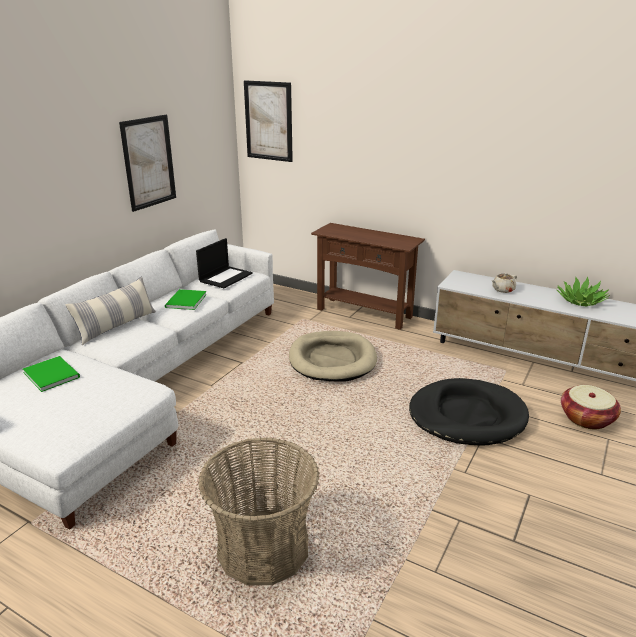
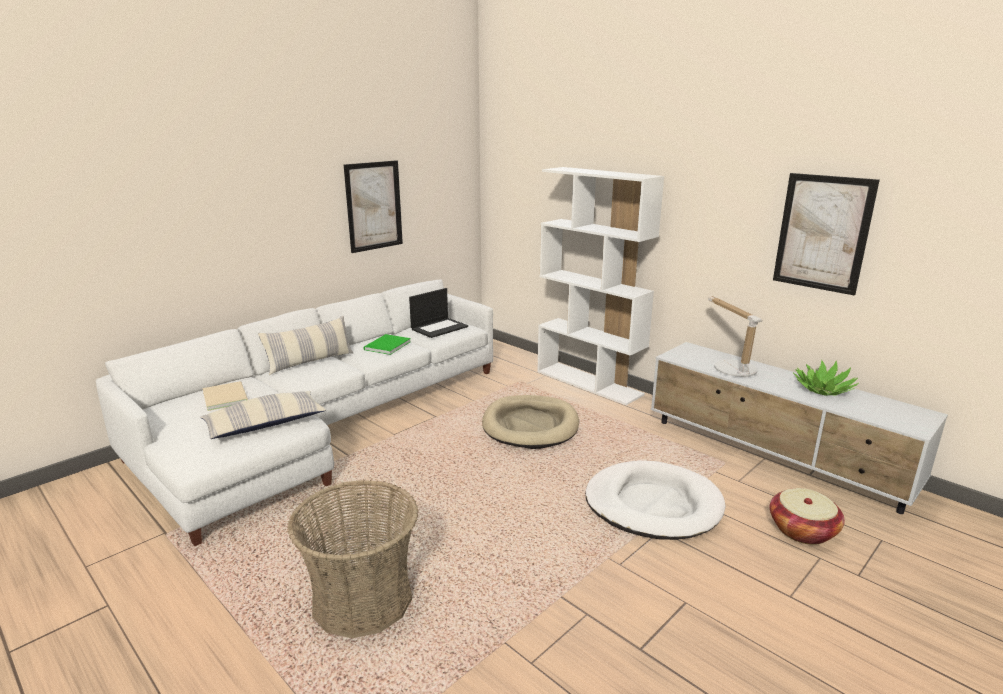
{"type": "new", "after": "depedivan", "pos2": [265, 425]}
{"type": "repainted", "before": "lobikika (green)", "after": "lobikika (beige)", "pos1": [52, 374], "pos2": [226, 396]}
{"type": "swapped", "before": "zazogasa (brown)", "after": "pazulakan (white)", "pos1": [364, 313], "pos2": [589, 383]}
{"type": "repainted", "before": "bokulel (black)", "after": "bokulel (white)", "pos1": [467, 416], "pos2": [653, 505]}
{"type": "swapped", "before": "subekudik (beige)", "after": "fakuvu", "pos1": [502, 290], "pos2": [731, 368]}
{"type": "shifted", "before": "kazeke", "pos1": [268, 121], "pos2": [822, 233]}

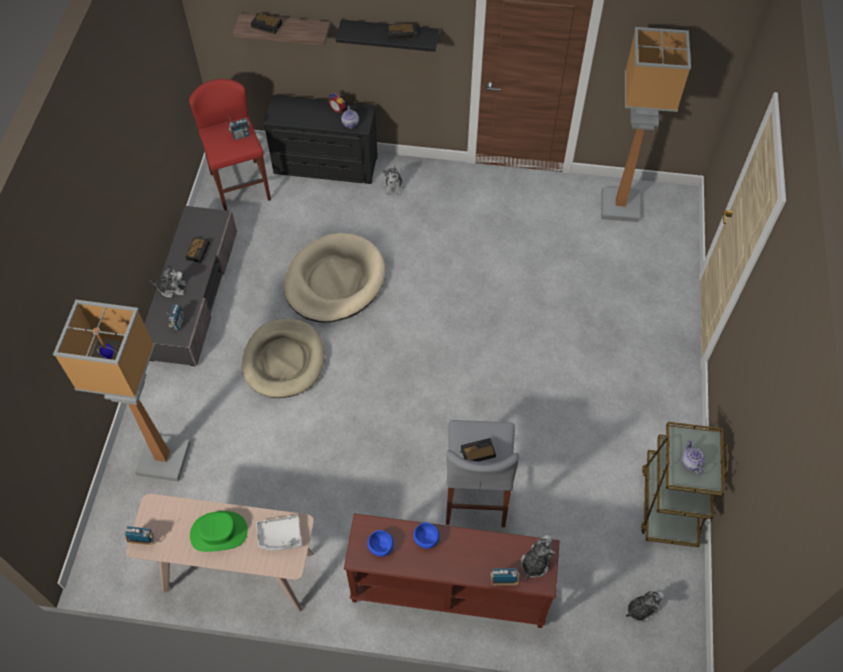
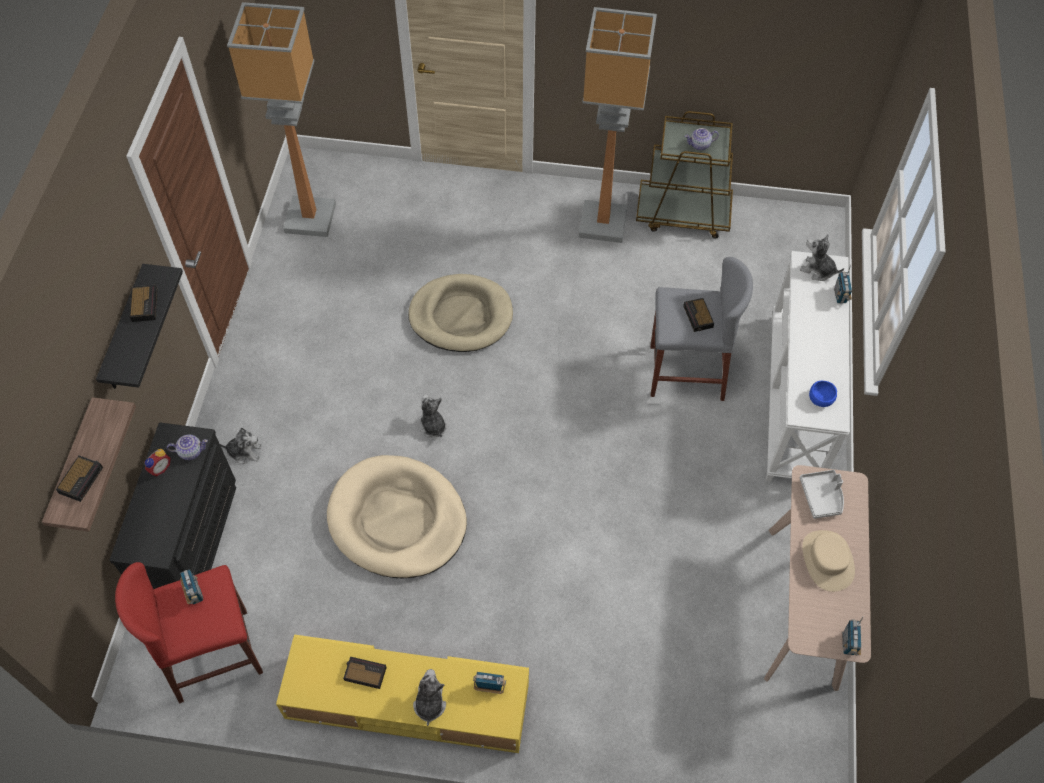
{"type": "repainted", "before": "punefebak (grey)", "after": "punefebak (yellow)", "pos1": [194, 294], "pos2": [408, 701]}
{"type": "shifted", "before": "bokulel (beige)", "pos1": [284, 360], "pos2": [461, 316]}
{"type": "shifted", "before": "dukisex", "pos1": [640, 609], "pos2": [432, 426]}
{"type": "shifted", "before": "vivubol", "pos1": [162, 459], "pos2": [603, 224]}
{"type": "repainted", "before": "zazogasa (brown)", "after": "zazogasa (white)", "pos1": [448, 591], "pos2": [796, 399]}
{"type": "repainted", "before": "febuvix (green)", "after": "febuvix (beige)", "pos1": [219, 532], "pos2": [827, 560]}
{"type": "gone", "before": "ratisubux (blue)", "pos1": [426, 539]}

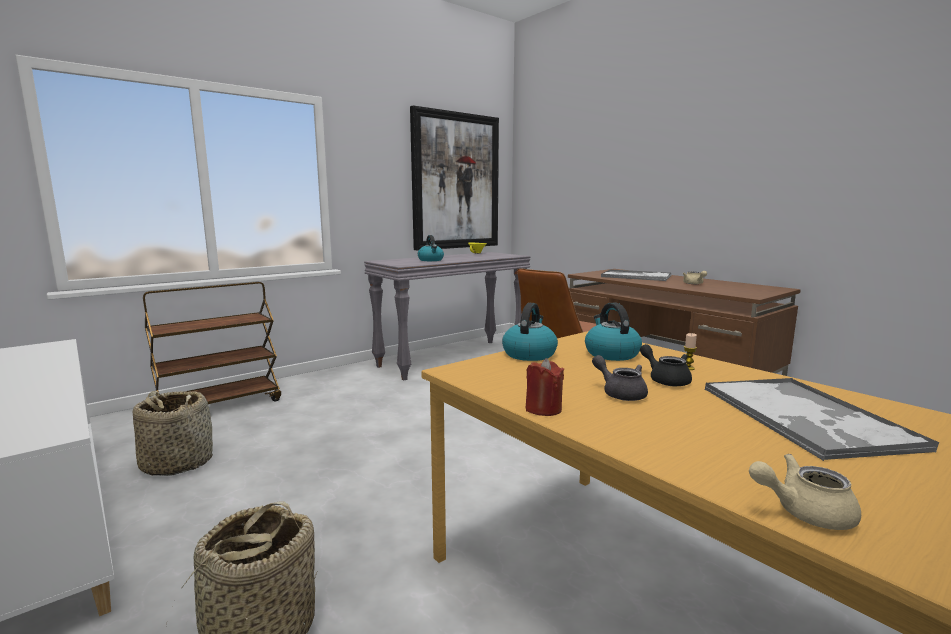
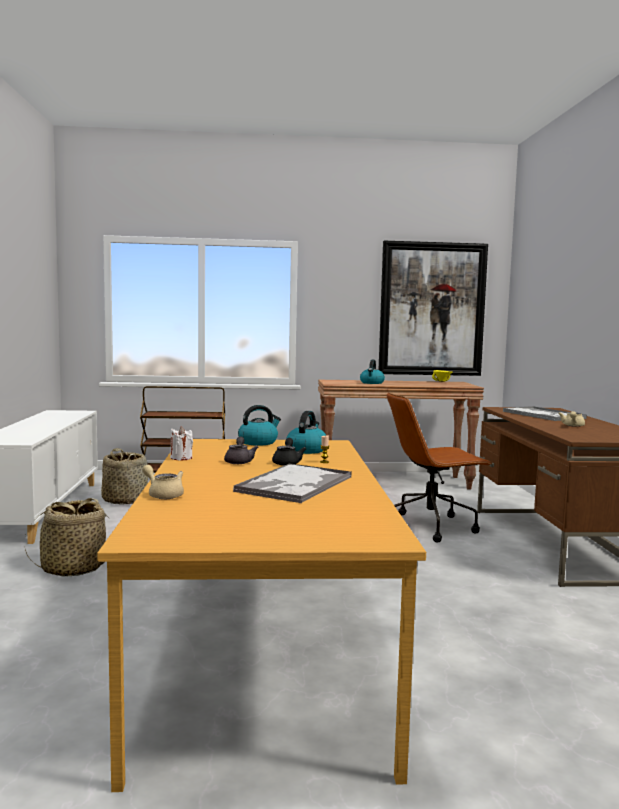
{"type": "repainted", "before": "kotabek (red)", "after": "kotabek (white)", "pos1": [543, 409], "pos2": [181, 458]}
{"type": "repainted", "before": "zazogasa (grey)", "after": "zazogasa (brown)", "pos1": [452, 358], "pos2": [394, 482]}

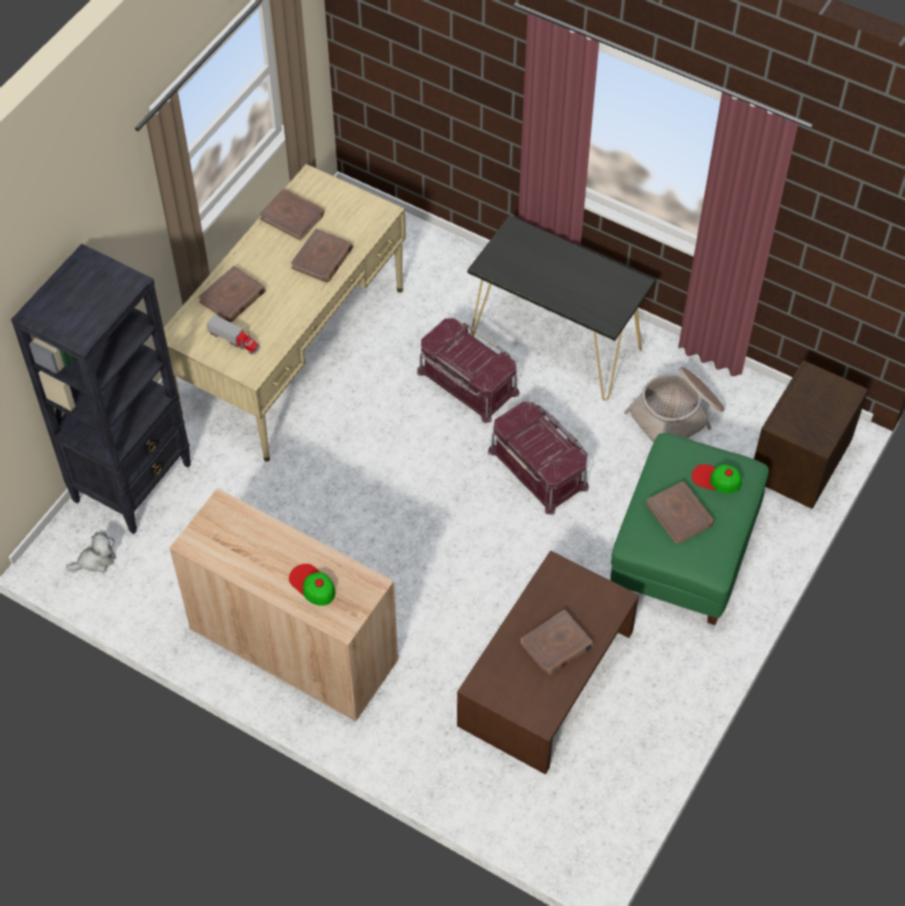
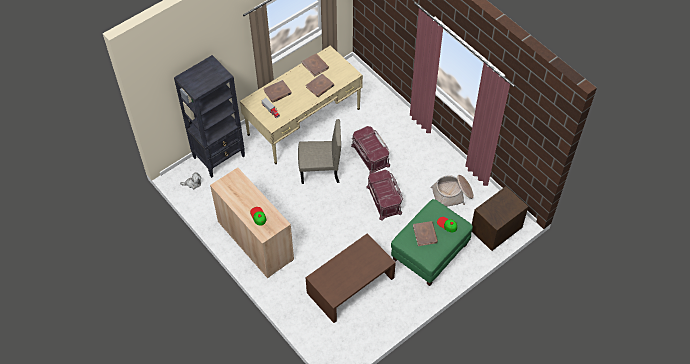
{"type": "new", "after": "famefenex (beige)", "pos2": [320, 171]}
{"type": "gone", "before": "zazogasa (black)", "pos1": [556, 343]}
{"type": "gone", "before": "lobikika (brown)", "pos1": [556, 645]}

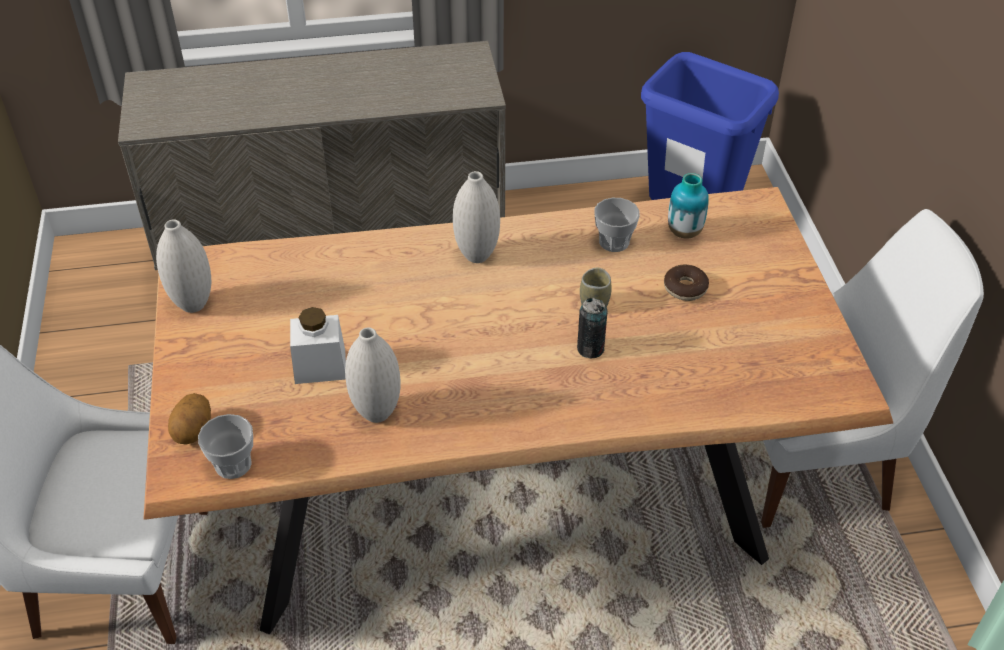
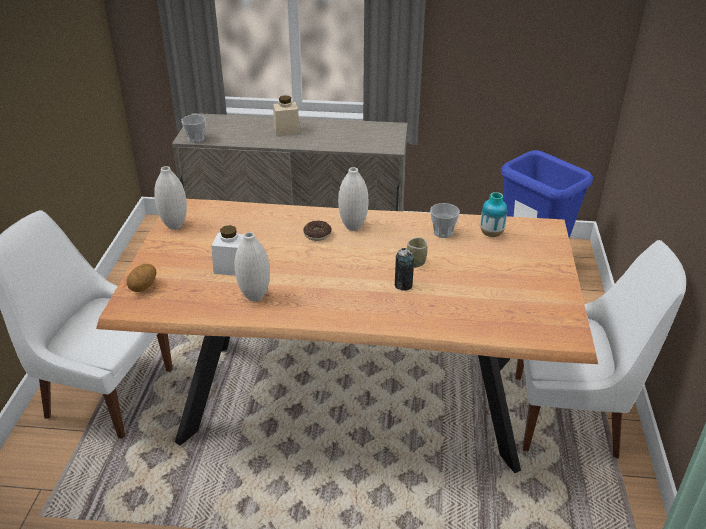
{"type": "shifted", "before": "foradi", "pos1": [233, 464], "pos2": [196, 139]}
{"type": "new", "after": "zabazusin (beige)", "pos2": [286, 129]}
{"type": "shifted", "before": "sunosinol", "pos1": [685, 288], "pos2": [317, 234]}

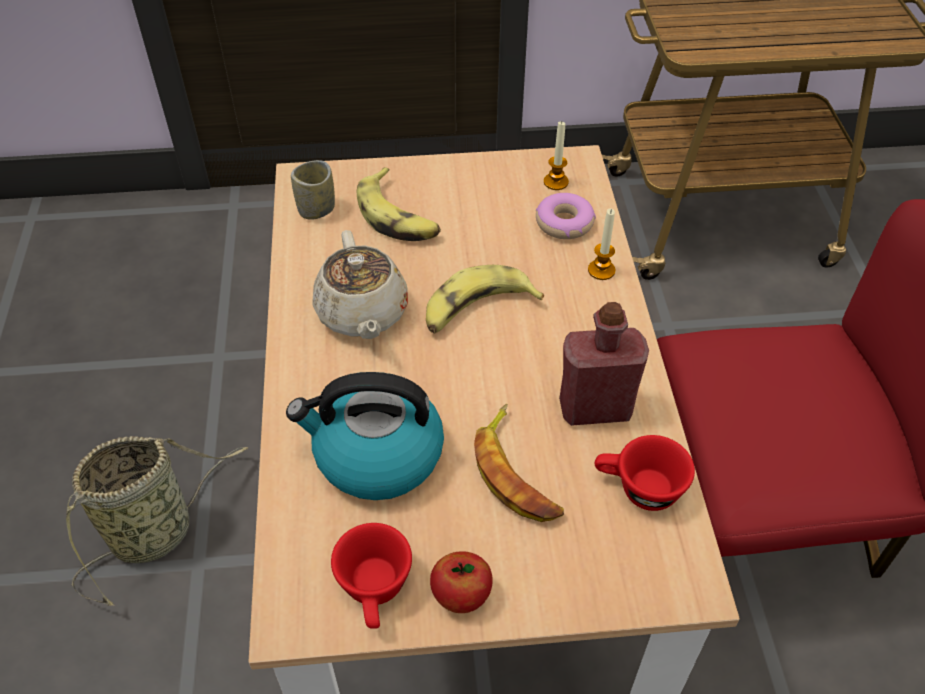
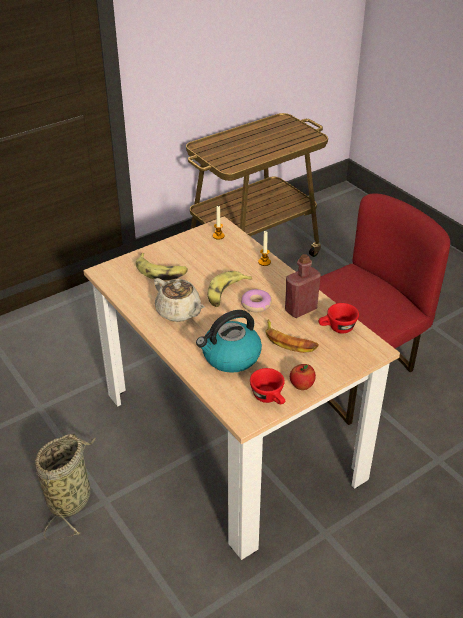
{"type": "shifted", "before": "sunosinol", "pos1": [564, 223], "pos2": [256, 304]}
{"type": "gone", "before": "foradi", "pos1": [316, 209]}

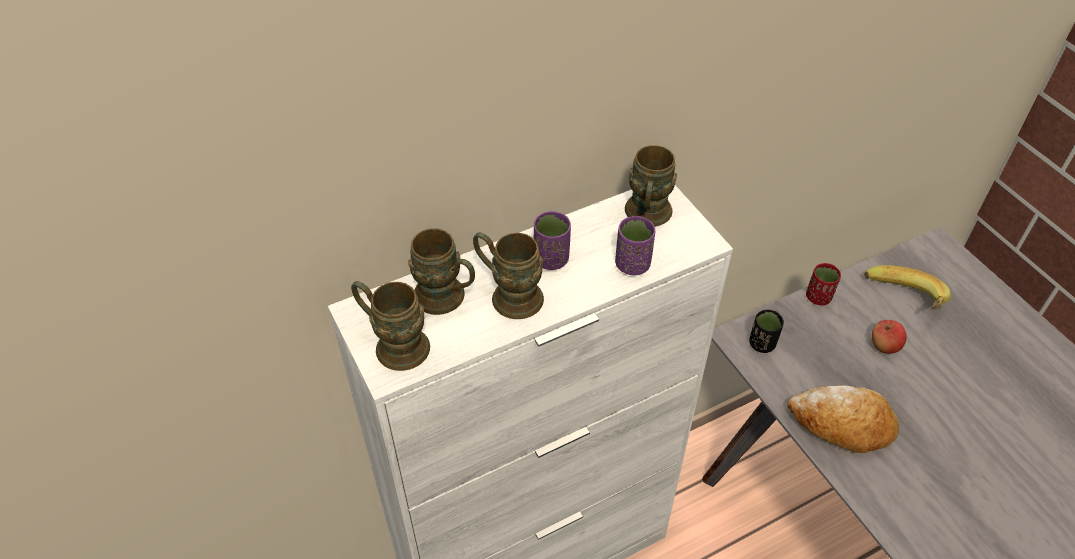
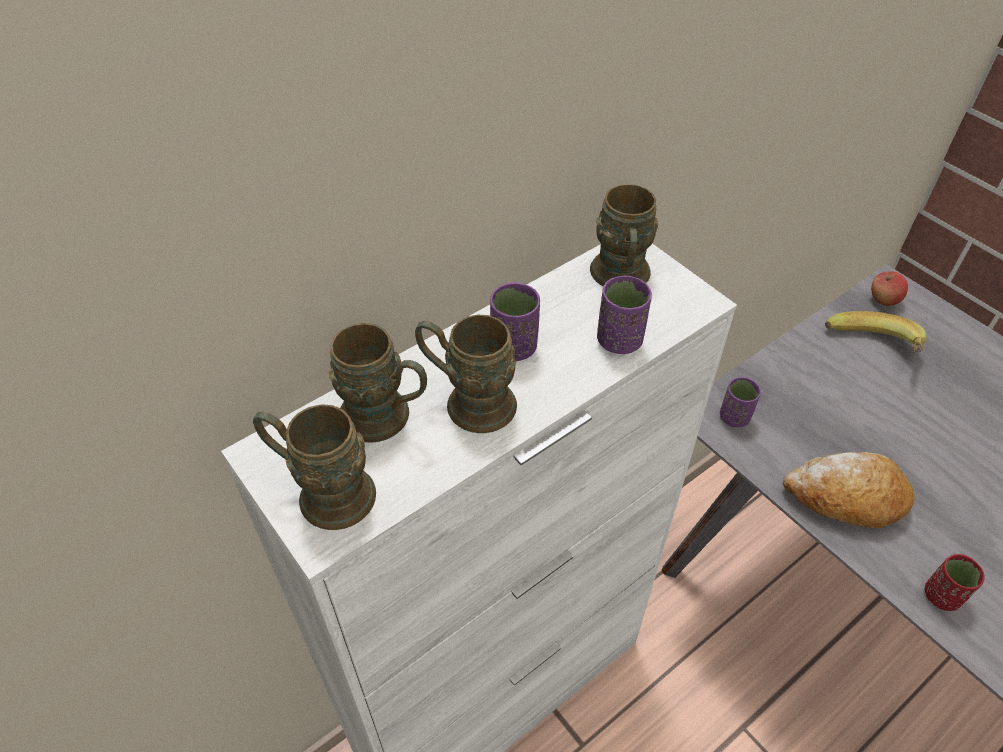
{"type": "repainted", "before": "foradi (black)", "after": "foradi (purple)", "pos1": [762, 344], "pos2": [734, 417]}
{"type": "shifted", "before": "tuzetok", "pos1": [884, 346], "pos2": [883, 300]}
{"type": "shifted", "before": "foradi (red)", "pos1": [818, 297], "pos2": [942, 596]}

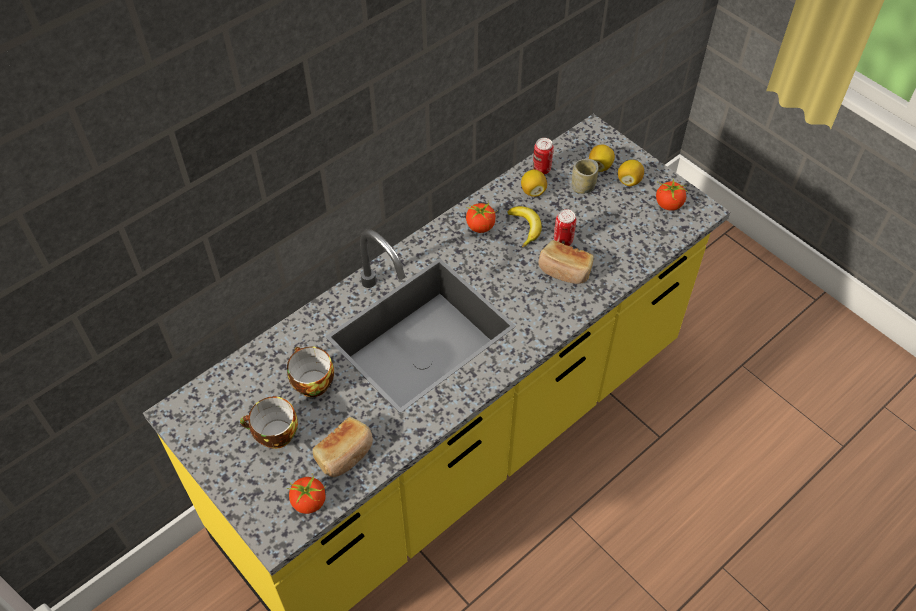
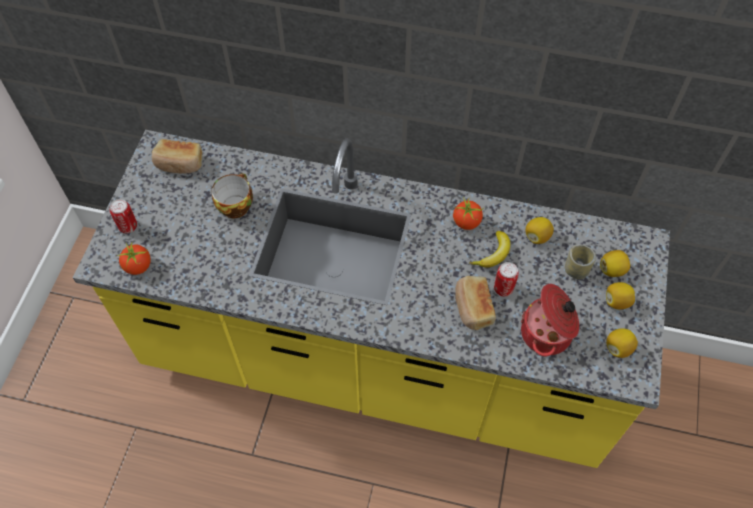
{"type": "shifted", "before": "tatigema", "pos1": [541, 169], "pos2": [128, 226]}
{"type": "shifted", "before": "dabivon", "pos1": [345, 454], "pos2": [179, 163]}
{"type": "new", "after": "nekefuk", "pos2": [547, 333]}
{"type": "swapped", "before": "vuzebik", "after": "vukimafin", "pos1": [668, 205], "pos2": [618, 348]}
{"type": "gone", "before": "foradi", "pos1": [274, 435]}

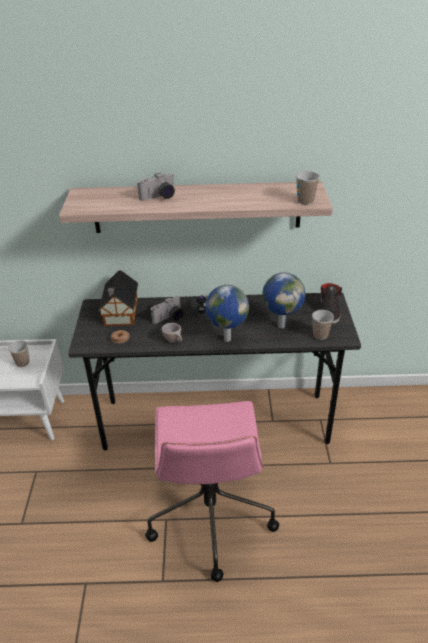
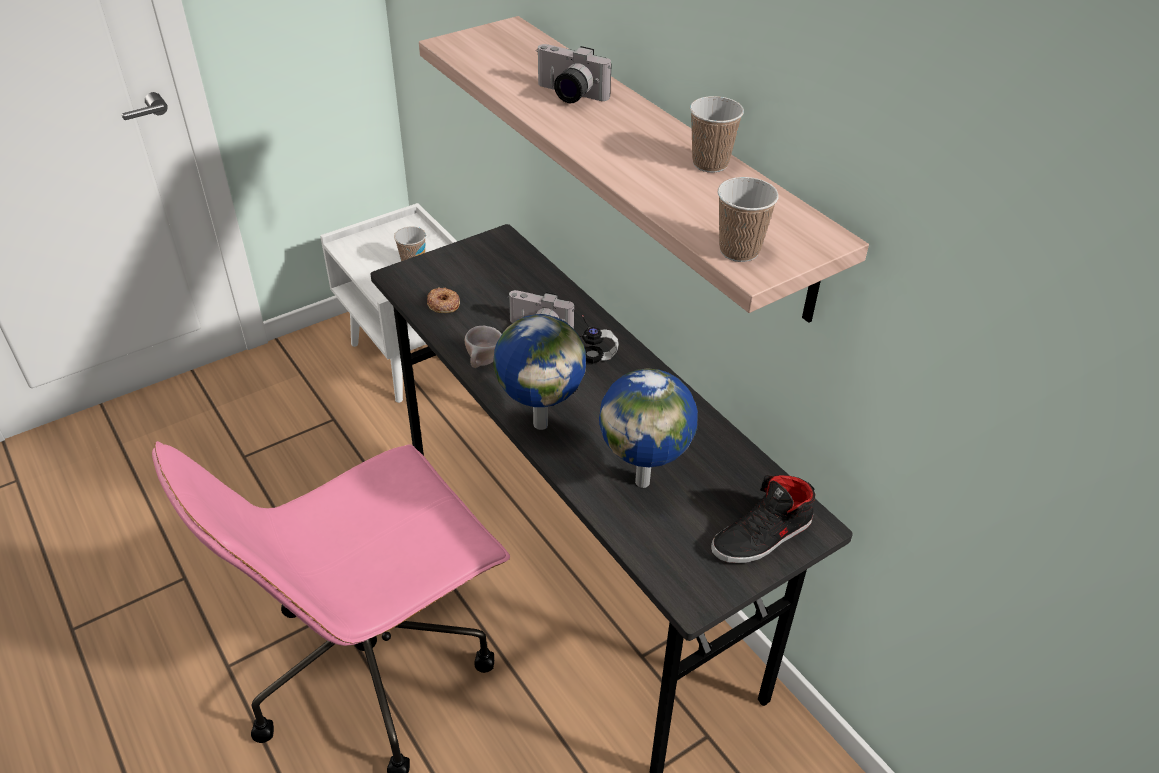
{"type": "shifted", "before": "foradi", "pos1": [320, 335], "pos2": [710, 164]}
{"type": "gone", "before": "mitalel", "pos1": [120, 313]}

